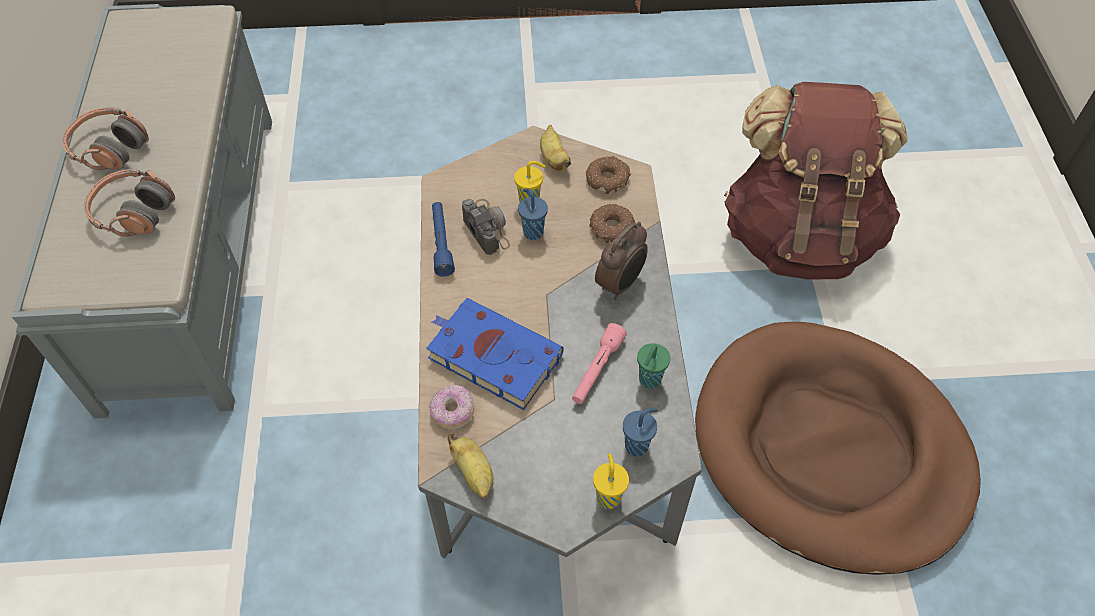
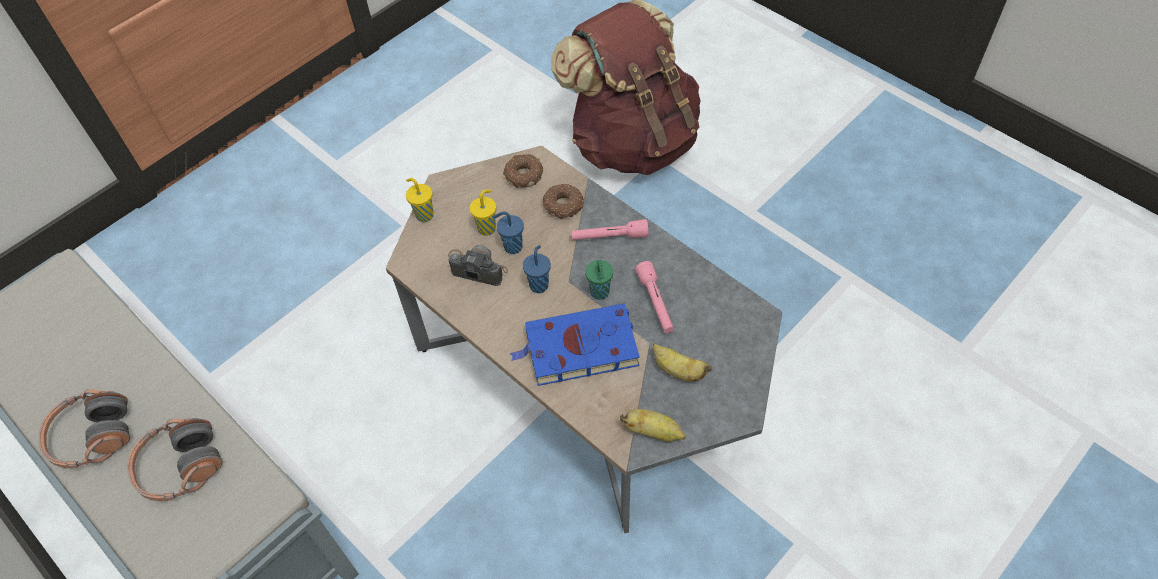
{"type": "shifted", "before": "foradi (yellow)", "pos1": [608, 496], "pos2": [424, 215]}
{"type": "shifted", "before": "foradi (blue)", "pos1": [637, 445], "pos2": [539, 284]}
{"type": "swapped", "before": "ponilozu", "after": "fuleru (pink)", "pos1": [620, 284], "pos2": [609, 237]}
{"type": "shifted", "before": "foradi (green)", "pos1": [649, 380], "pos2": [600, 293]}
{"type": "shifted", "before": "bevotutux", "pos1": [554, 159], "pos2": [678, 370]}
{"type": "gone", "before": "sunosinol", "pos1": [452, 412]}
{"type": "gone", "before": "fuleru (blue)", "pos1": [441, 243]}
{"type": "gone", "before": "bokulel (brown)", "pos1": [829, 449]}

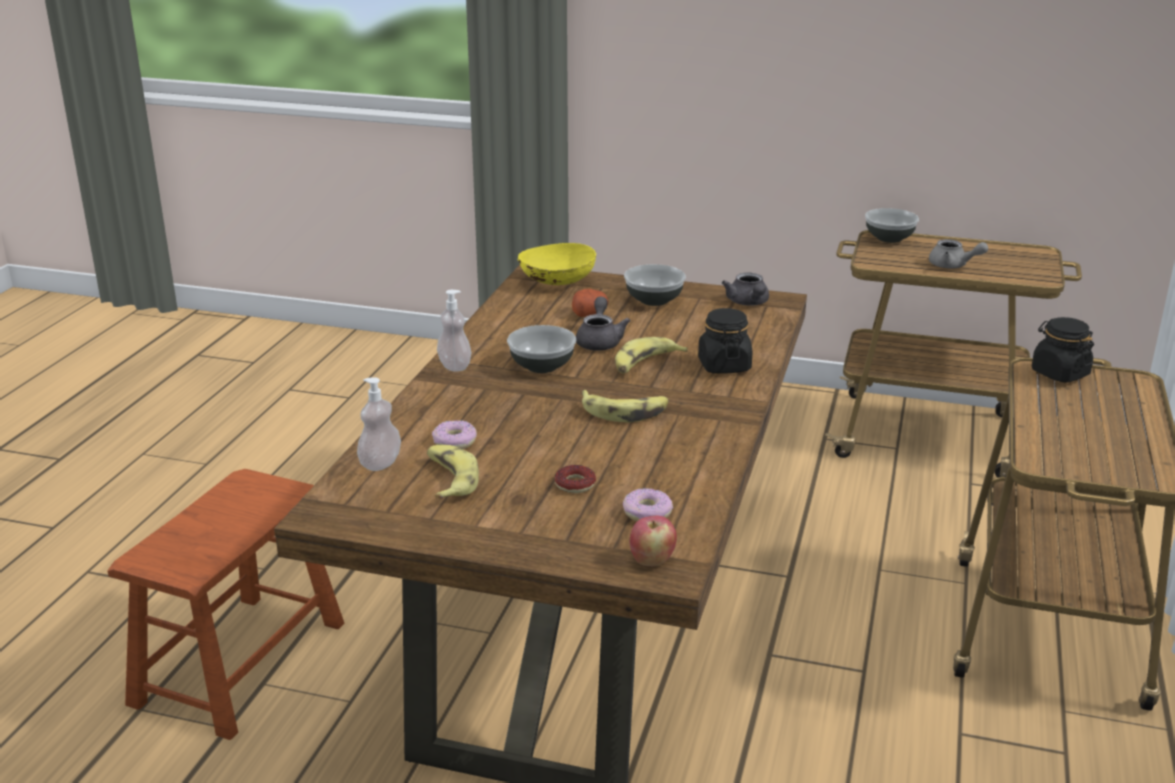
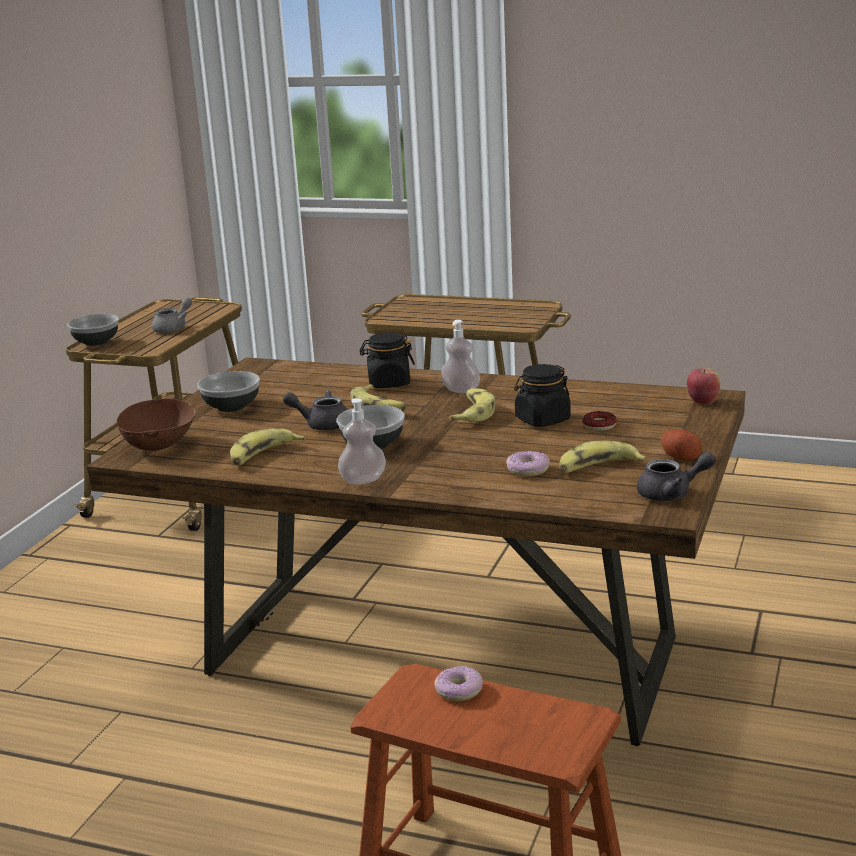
{"type": "repainted", "before": "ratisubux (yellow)", "after": "ratisubux (brown)", "pos1": [557, 283], "pos2": [160, 446]}
{"type": "new", "after": "bevotutux", "pos2": [263, 455]}
{"type": "shifted", "before": "sunosinol", "pos1": [647, 513], "pos2": [459, 690]}
{"type": "shifted", "before": "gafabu", "pos1": [380, 463], "pos2": [461, 390]}
{"type": "shifted", "before": "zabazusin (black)", "pos1": [1059, 373], "pos2": [542, 420]}
{"type": "shifted", "before": "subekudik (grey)", "pos1": [748, 303], "pos2": [672, 494]}
{"type": "shifted", "before": "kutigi", "pos1": [589, 313], "pos2": [679, 456]}

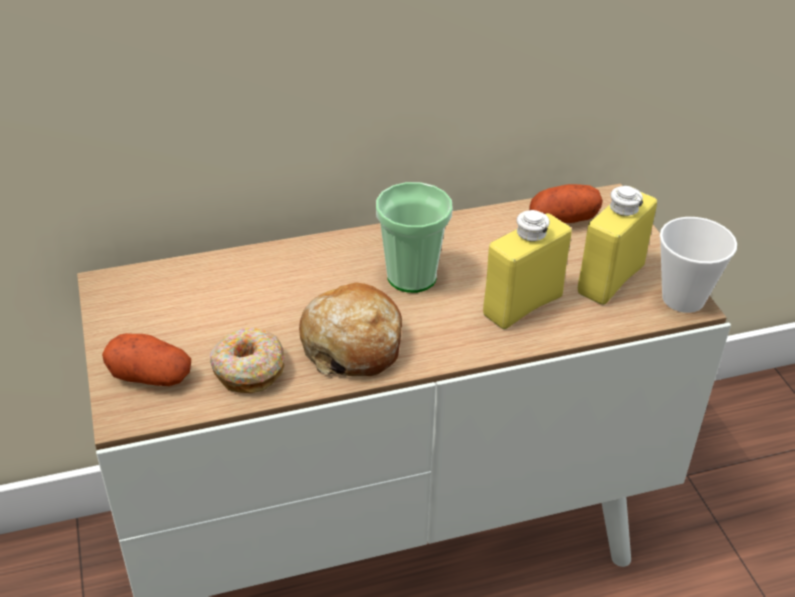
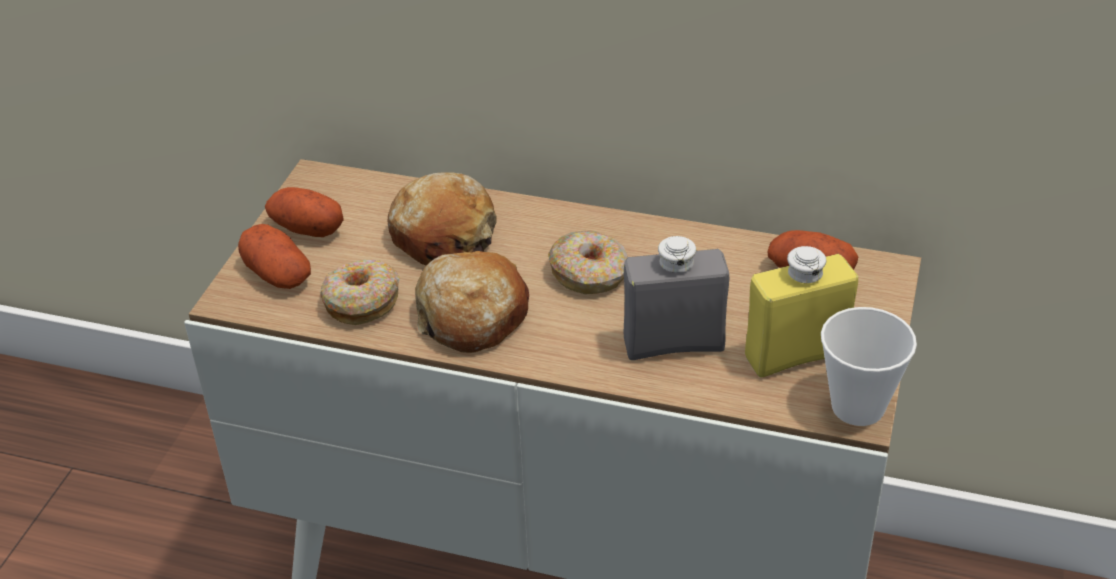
{"type": "new", "after": "kutigi", "pos2": [306, 228]}
{"type": "new", "after": "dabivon", "pos2": [444, 236]}
{"type": "swapped", "before": "foradi", "after": "sunosinol", "pos1": [411, 277], "pos2": [590, 273]}
{"type": "repainted", "before": "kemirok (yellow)", "after": "kemirok (grey)", "pos1": [522, 305], "pos2": [673, 344]}

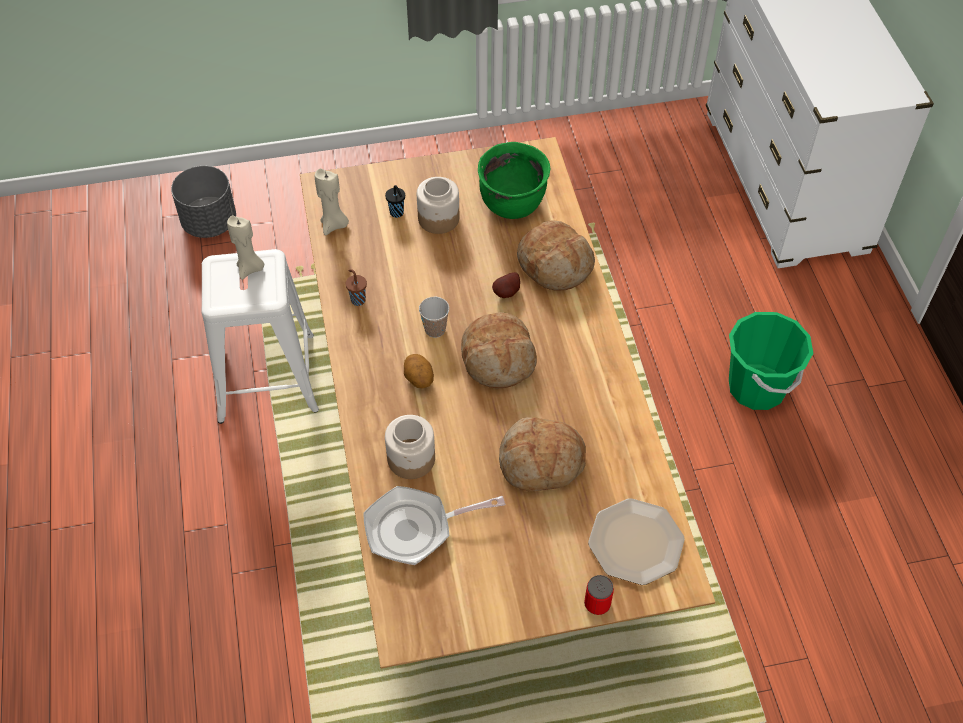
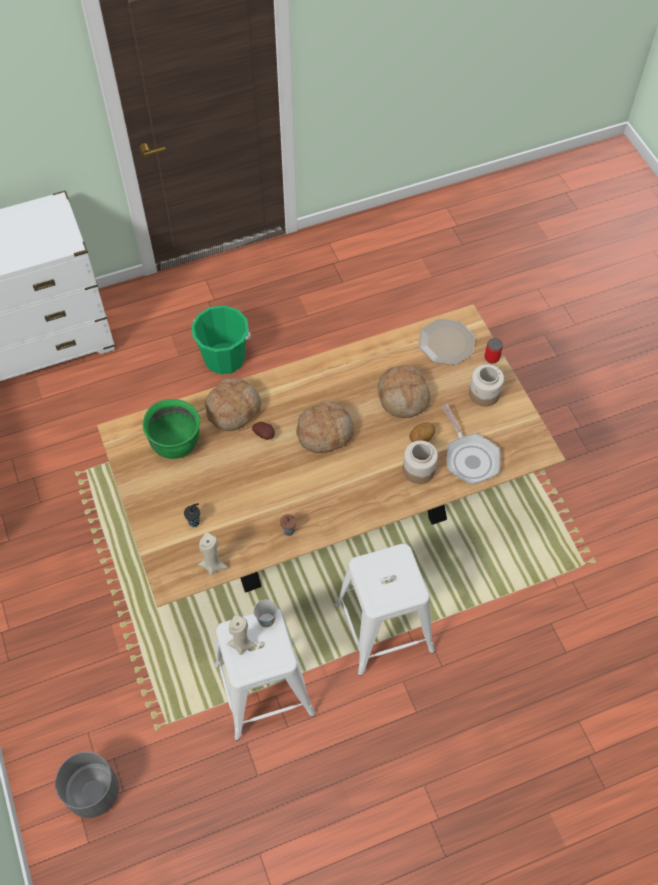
{"type": "shifted", "before": "foradi", "pos1": [435, 330], "pos2": [266, 620]}
{"type": "new", "after": "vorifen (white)", "pos2": [383, 627]}
{"type": "shifted", "before": "kutigi", "pos1": [418, 379], "pos2": [421, 438]}
{"type": "shifted", "before": "zabazusin", "pos1": [438, 218], "pos2": [484, 394]}

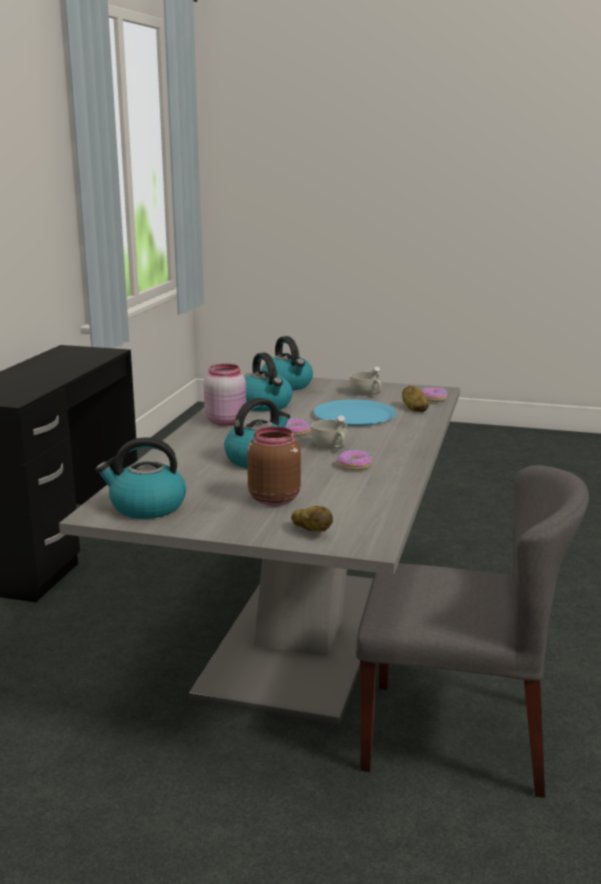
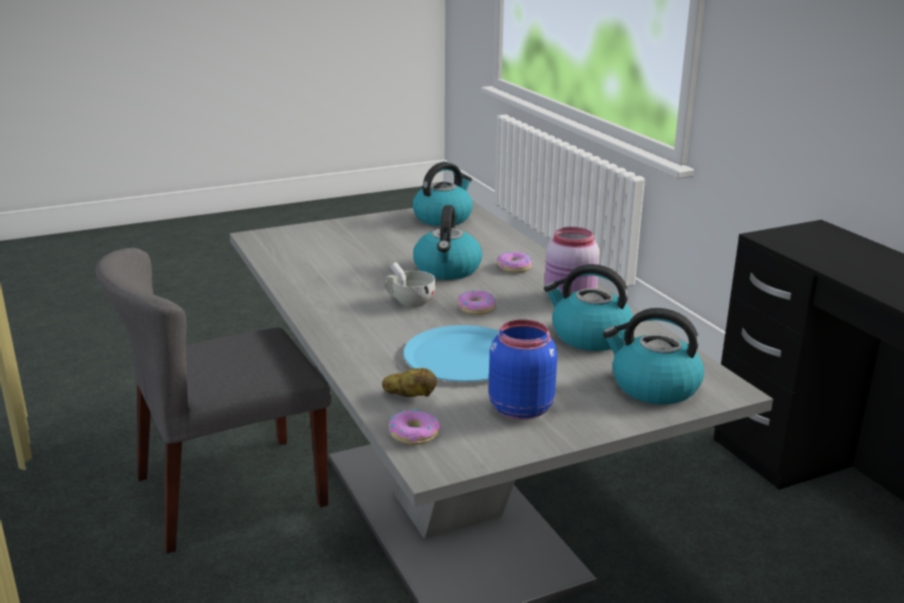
{"type": "swapped", "before": "foradi (white)", "after": "zabazusin (blue)", "pos1": [367, 394], "pos2": [519, 408]}
{"type": "shifted", "before": "sunosinol", "pos1": [355, 465], "pos2": [514, 267]}
{"type": "gone", "before": "zabazusin (brown)", "pos1": [273, 498]}
{"type": "gone", "before": "kutigi", "pos1": [312, 531]}

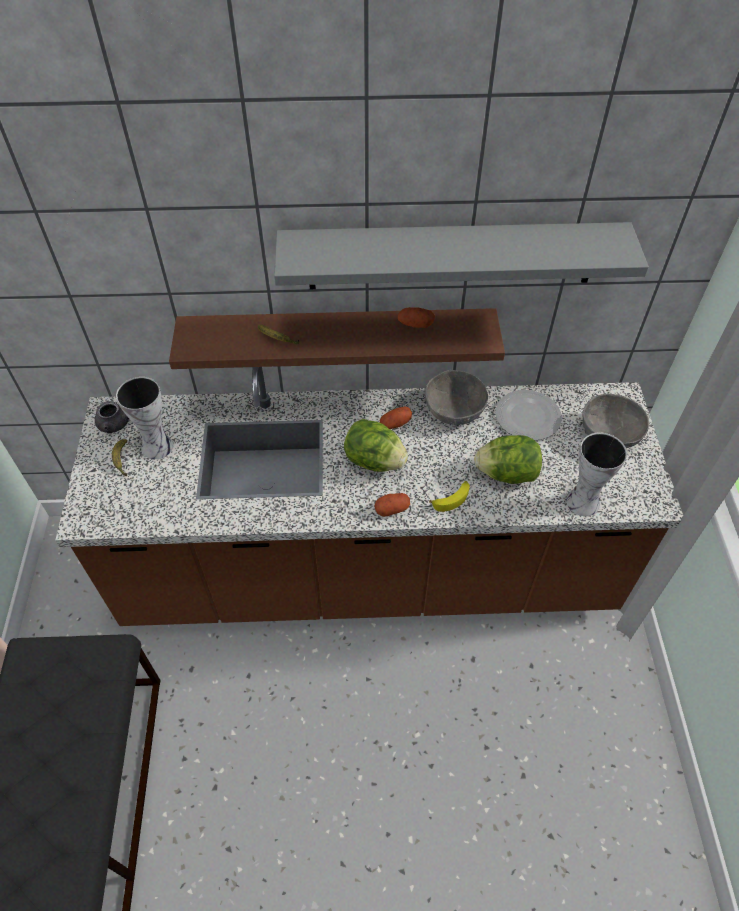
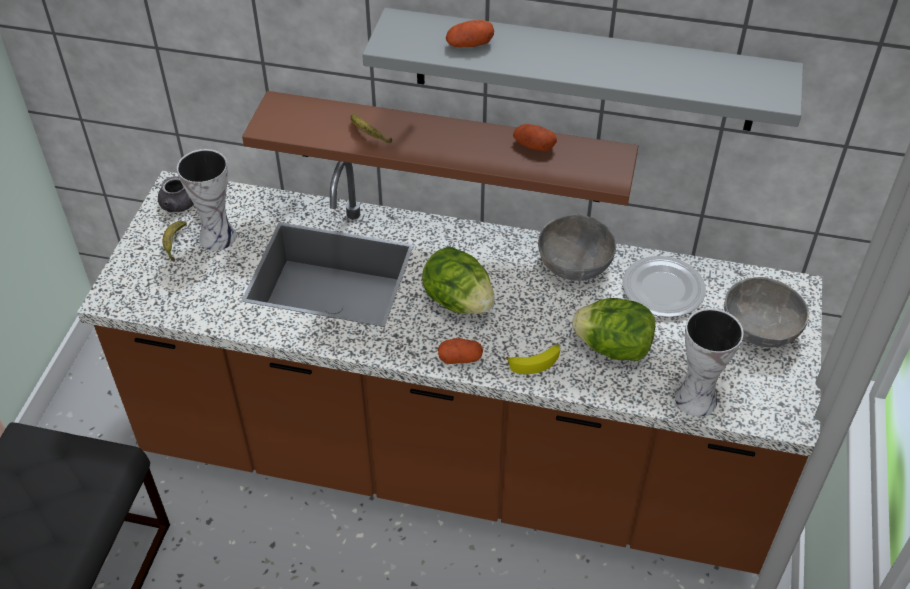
{"type": "shifted", "before": "kutigi", "pos1": [395, 423], "pos2": [469, 45]}

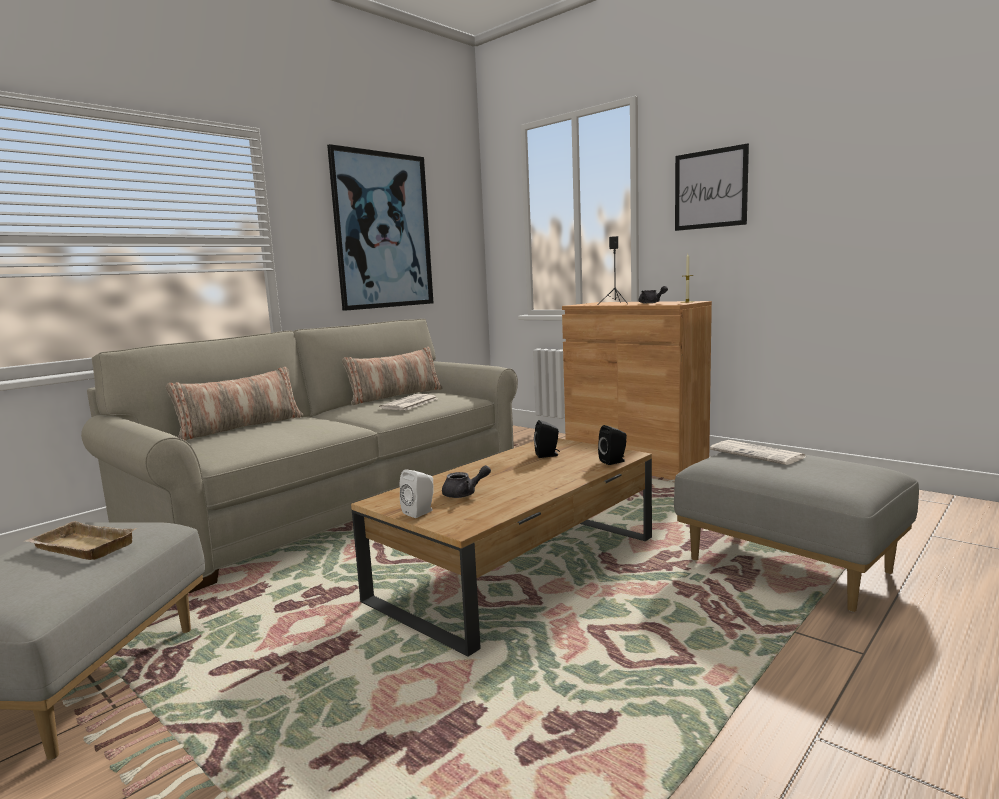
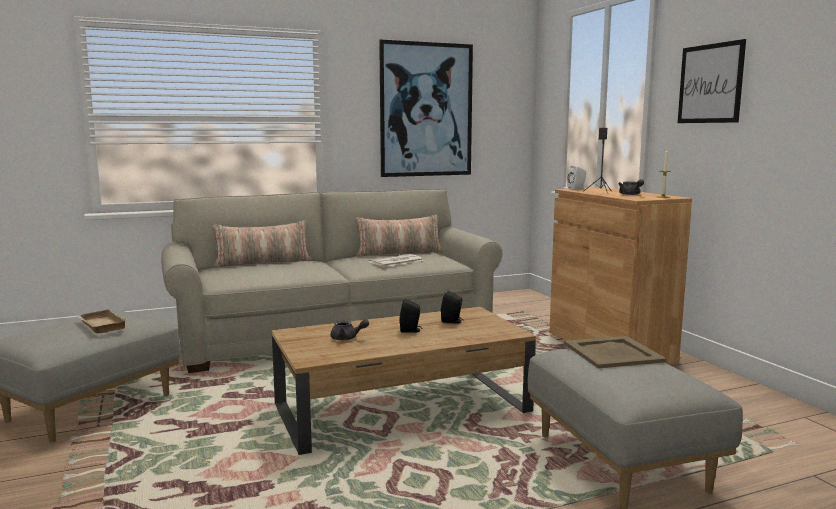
{"type": "shifted", "before": "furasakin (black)", "pos1": [614, 461], "pos2": [411, 330]}
{"type": "swapped", "before": "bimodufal", "after": "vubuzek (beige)", "pos1": [758, 454], "pos2": [614, 353]}
{"type": "shifted", "before": "furasakin (white)", "pos1": [420, 512], "pos2": [577, 189]}

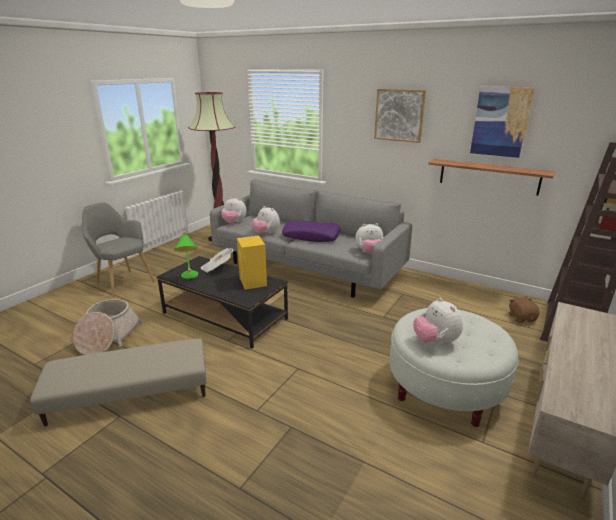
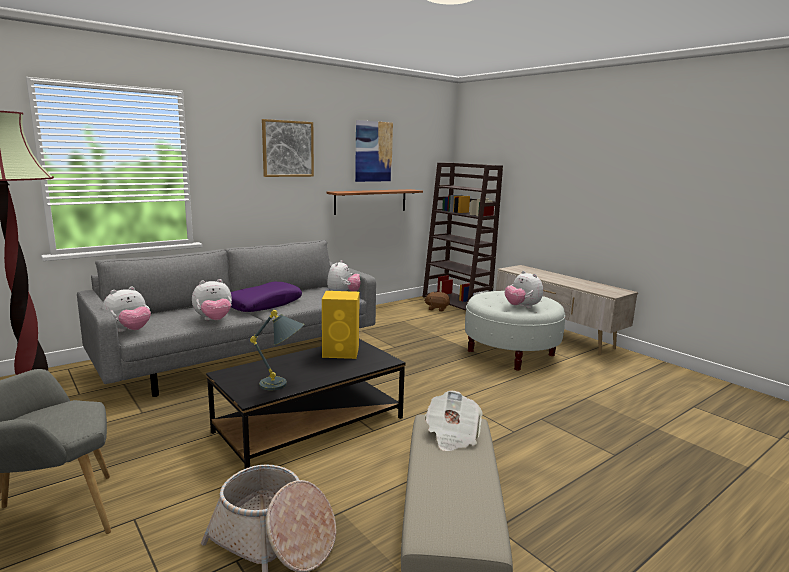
{"type": "repainted", "before": "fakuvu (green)", "after": "fakuvu (grey)", "pos1": [189, 278], "pos2": [283, 385]}
{"type": "shifted", "before": "bimodufal", "pos1": [217, 268], "pos2": [452, 435]}
{"type": "rotated", "before": "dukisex", "pos1": [435, 341], "pos2": [522, 307], "turn": 60}

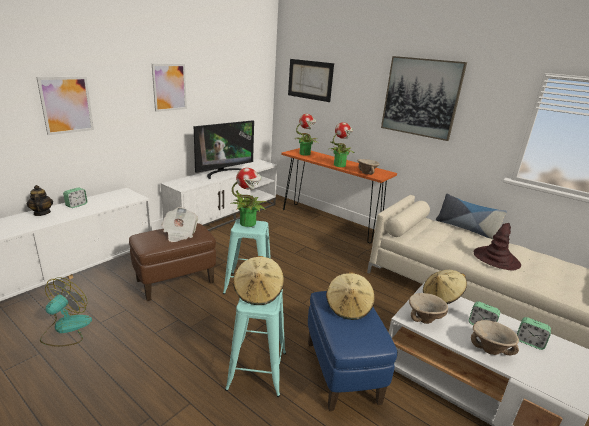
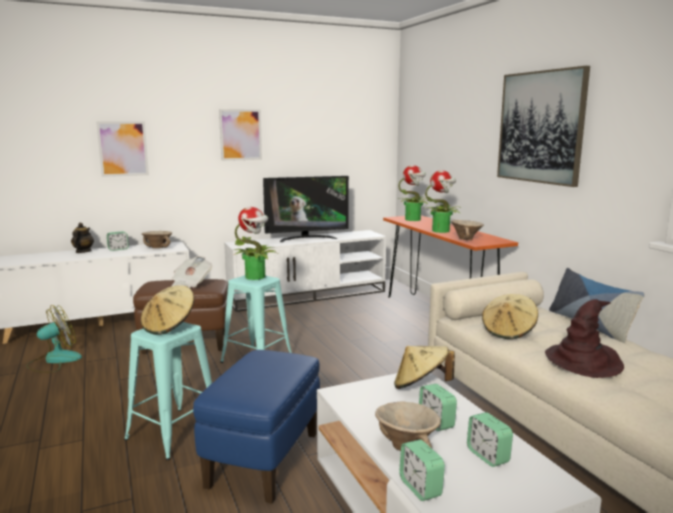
{"type": "shifted", "before": "ratisubux (beige)", "pos1": [424, 318], "pos2": [158, 247]}
{"type": "new", "after": "ponilozu", "pos2": [420, 488]}
{"type": "shifted", "before": "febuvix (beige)", "pos1": [348, 308], "pos2": [508, 331]}
{"type": "gone", "before": "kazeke", "pos1": [310, 80]}

